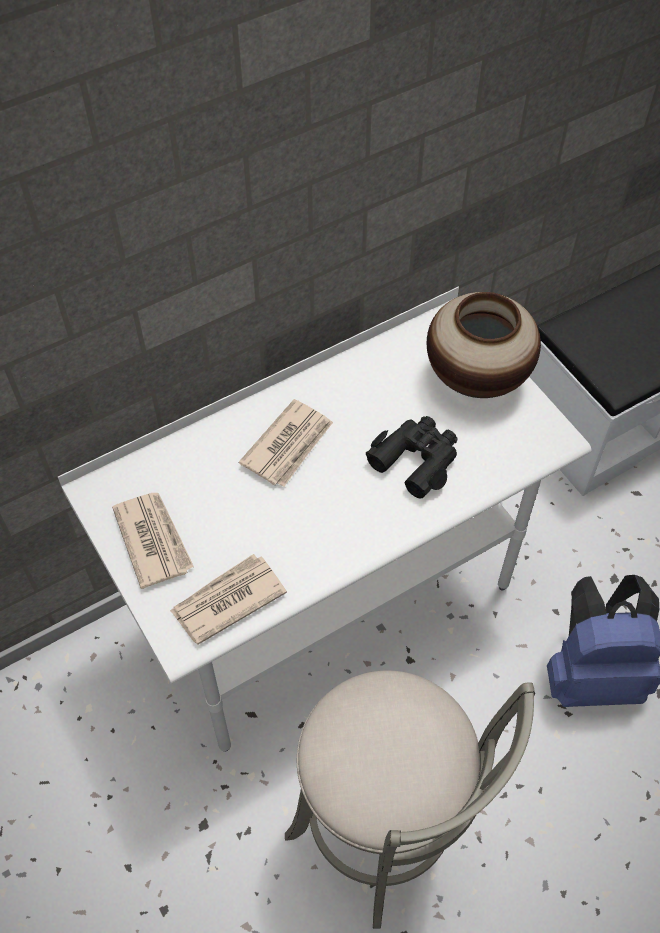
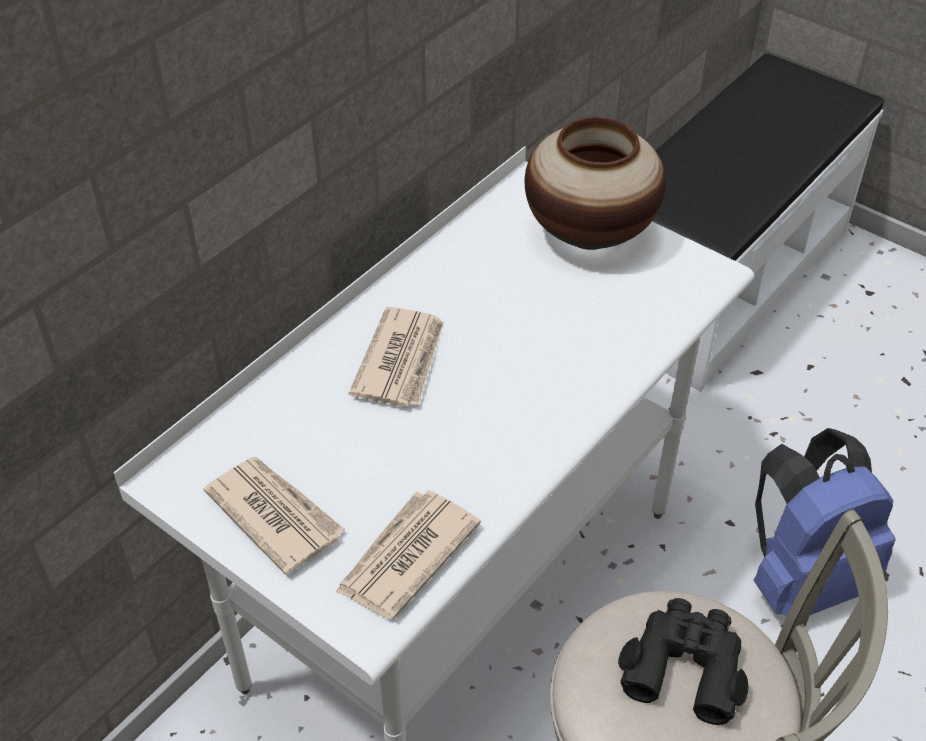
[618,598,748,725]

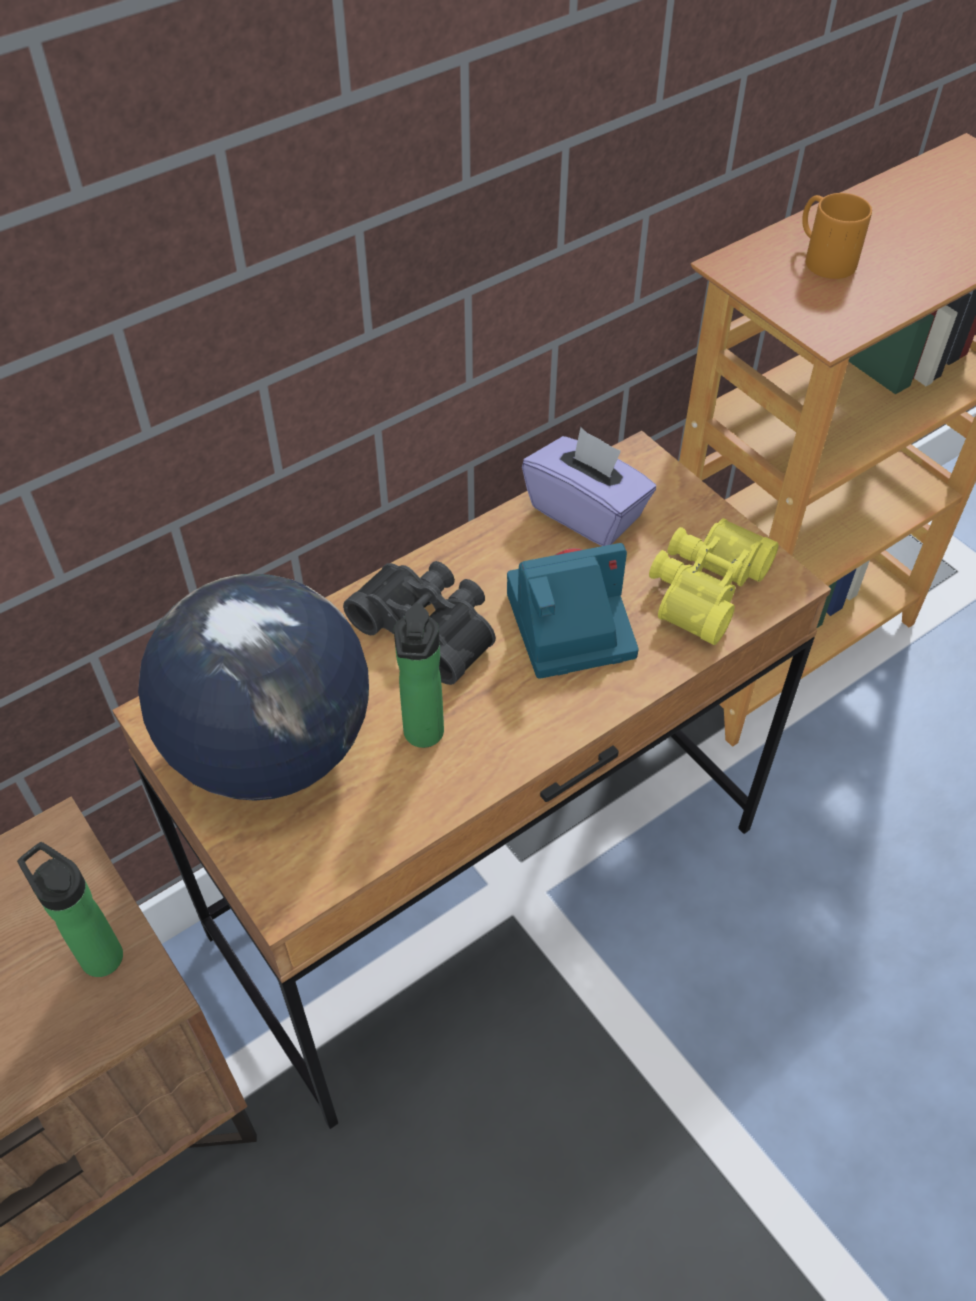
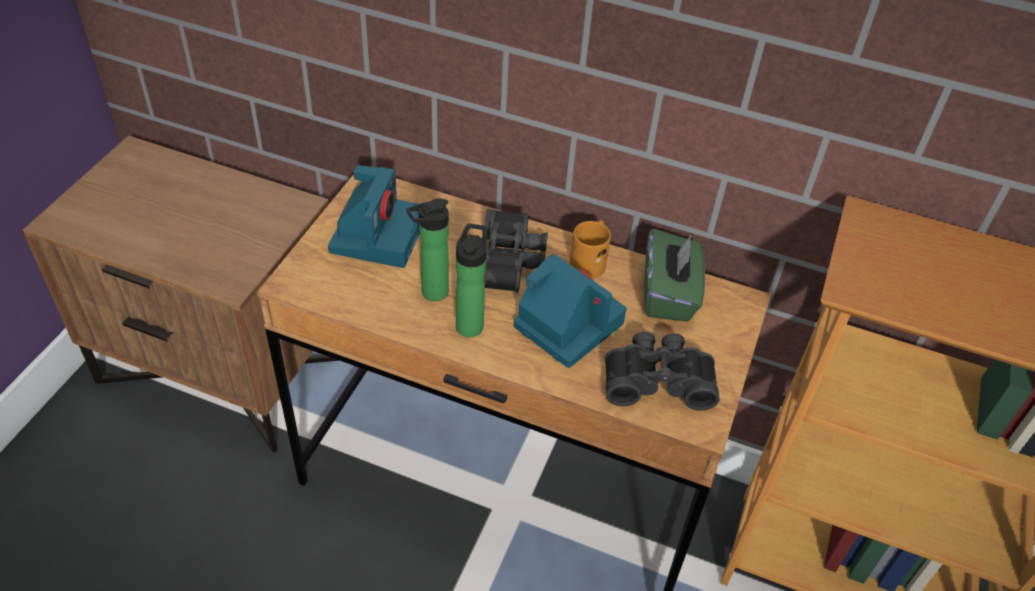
[569,220,611,279]
[644,229,705,322]
[605,332,720,411]
[328,165,420,268]
[456,224,487,337]

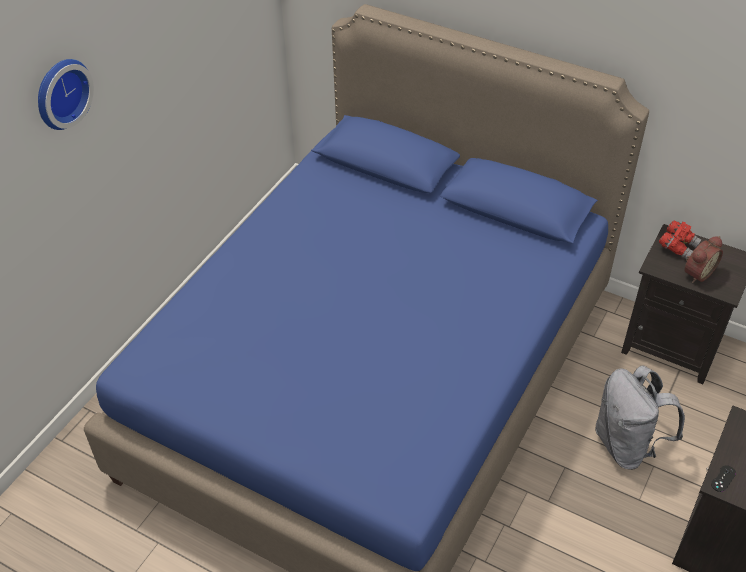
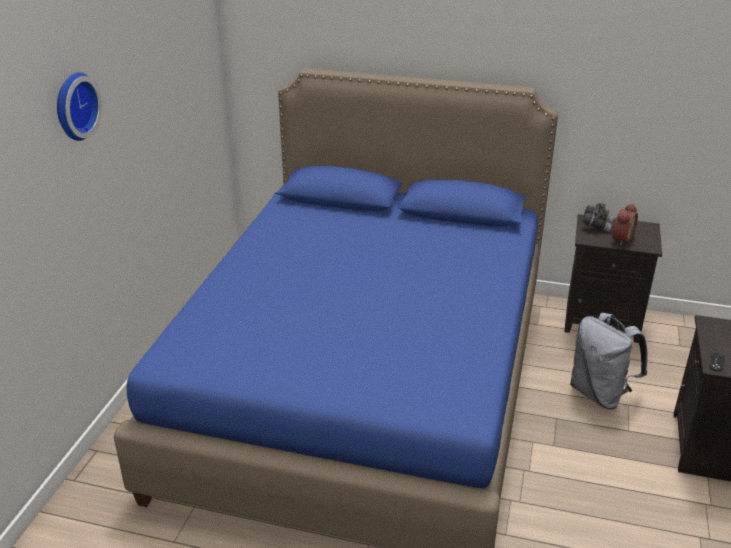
[582,203,614,232]

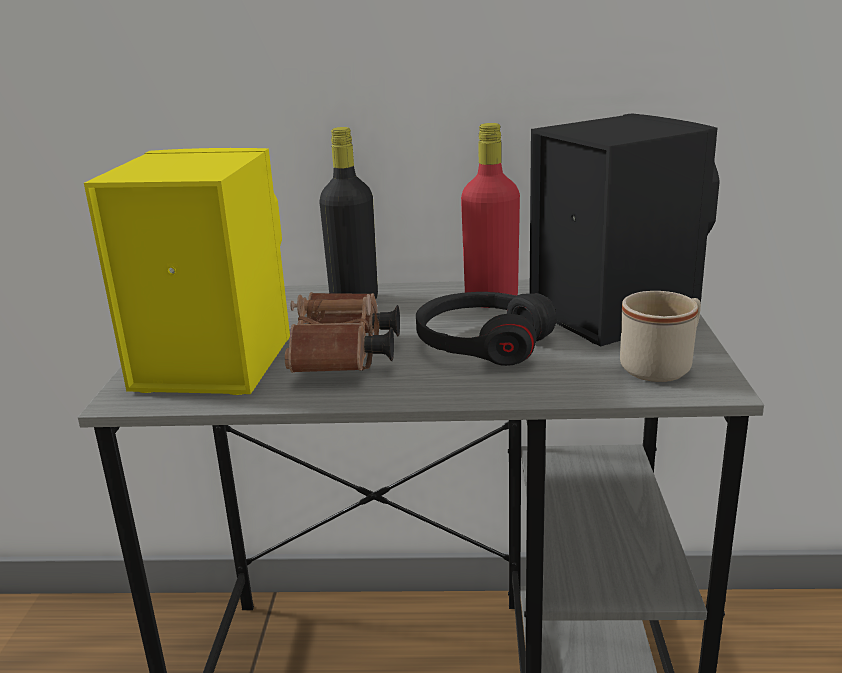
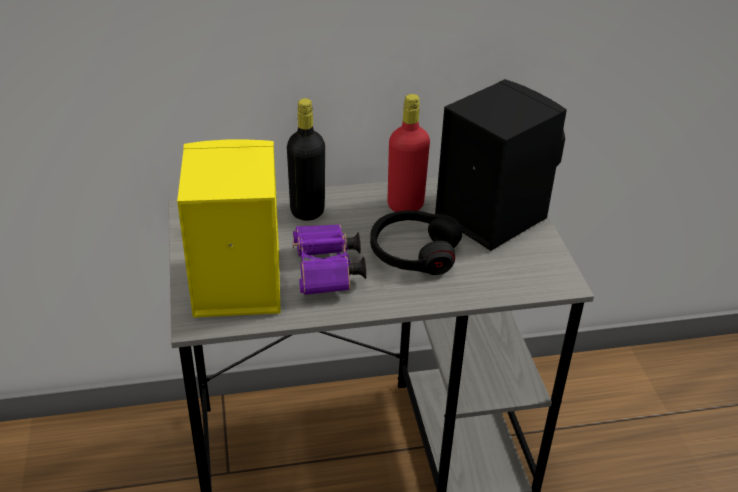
[620,291,701,382] (first image)
[293,224,366,295]

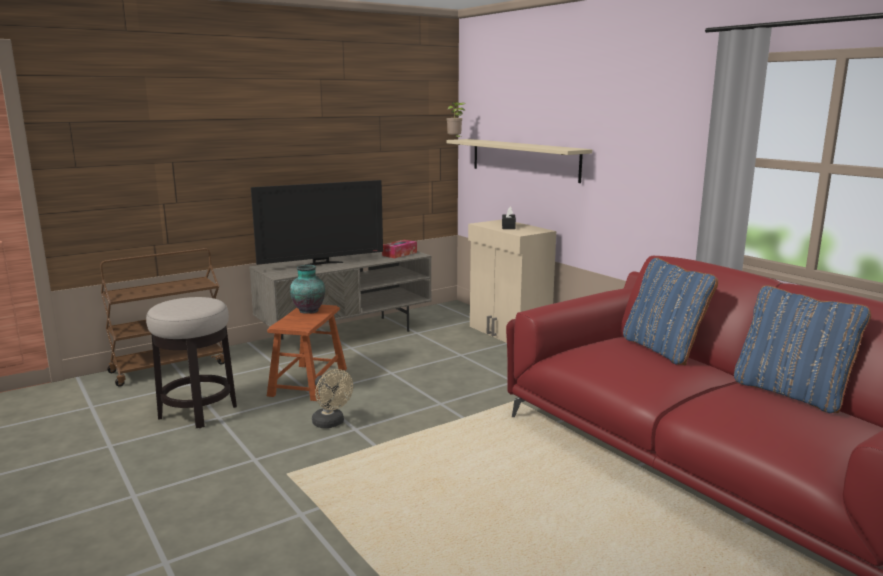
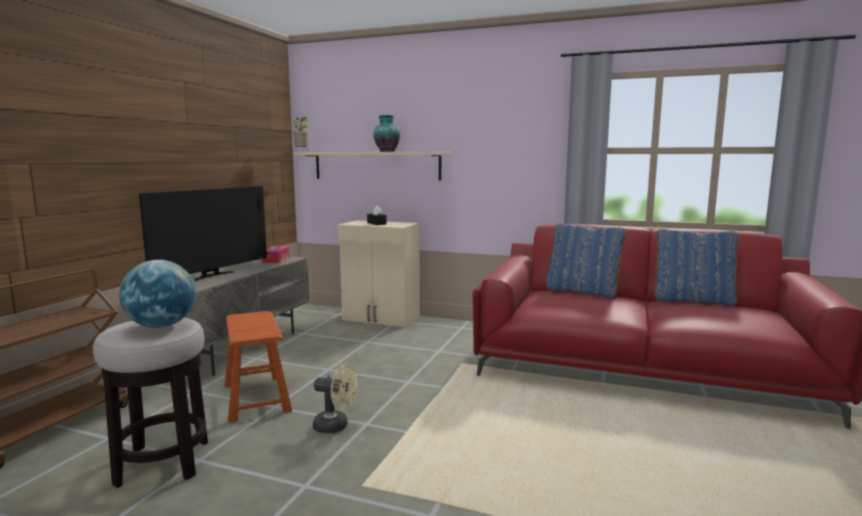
[374,115,400,152]
[119,260,196,328]

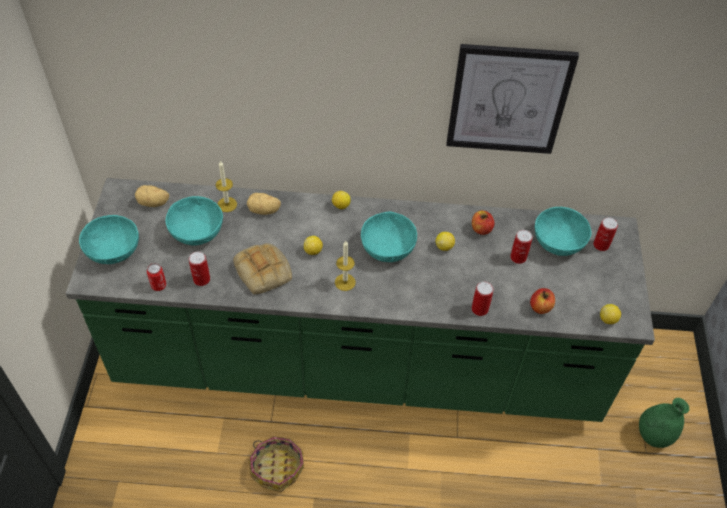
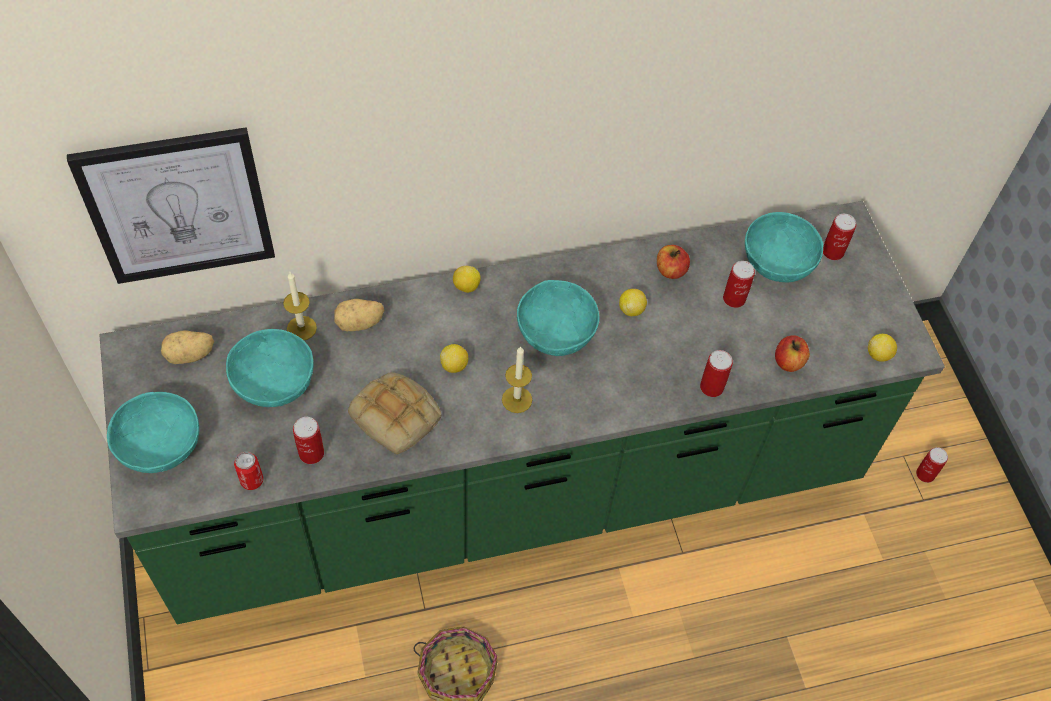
[67,127,275,284]
[916,447,948,483]

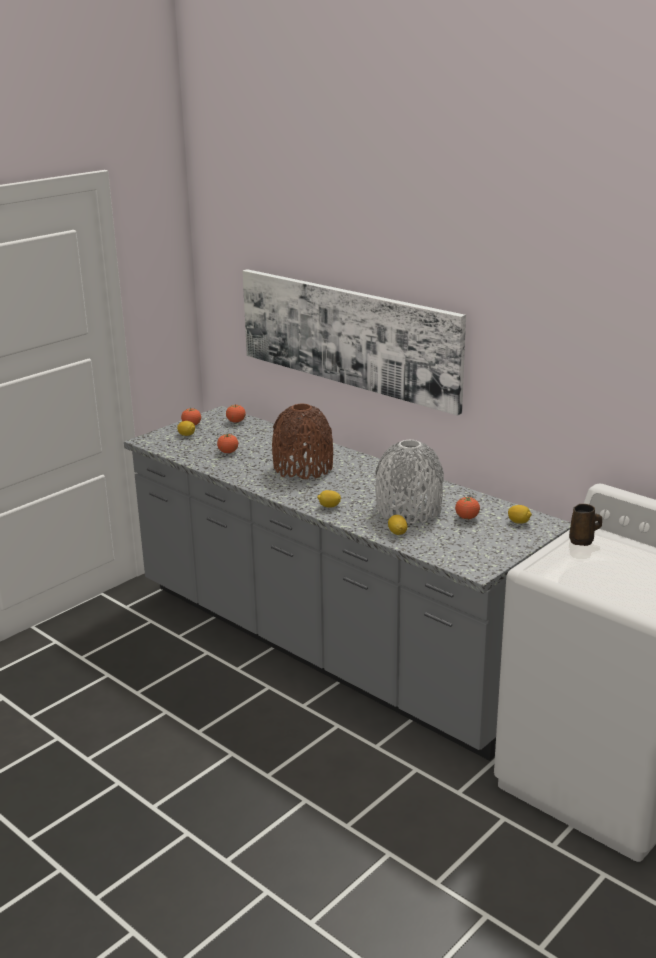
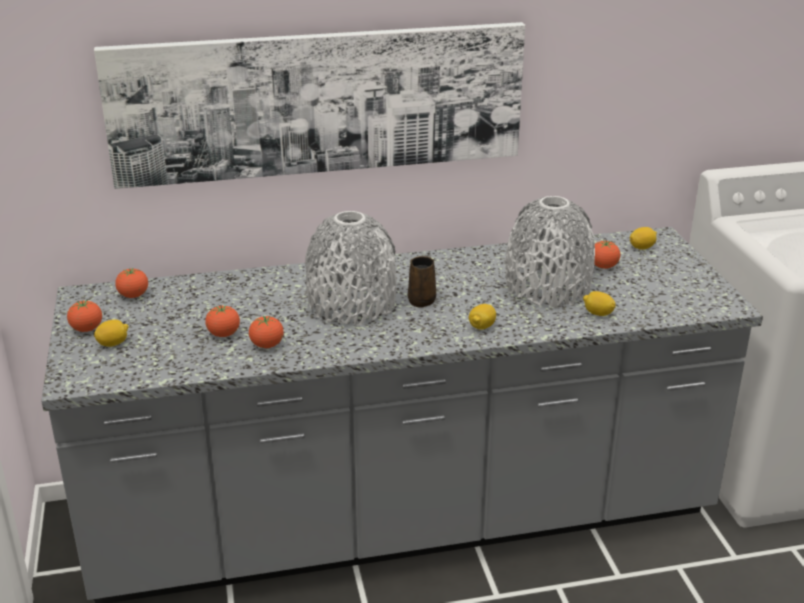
[305,211,397,326]
[408,256,436,307]
[249,316,284,348]

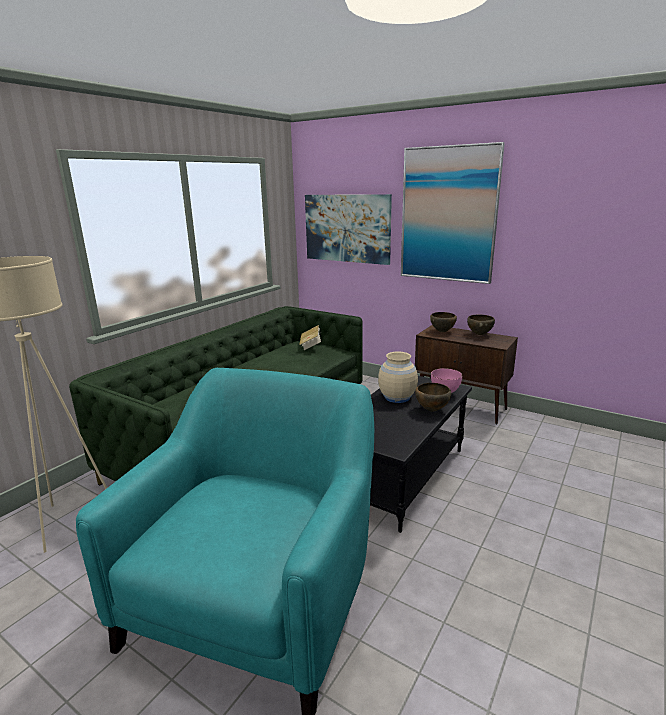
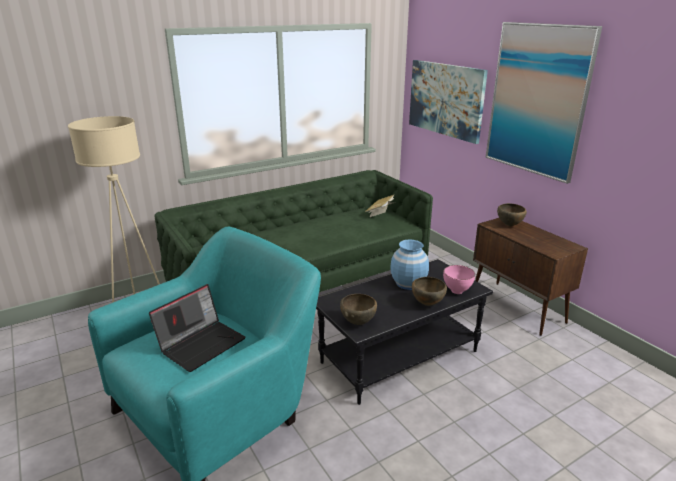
[340,294,377,325]
[390,240,429,290]
[149,284,246,372]

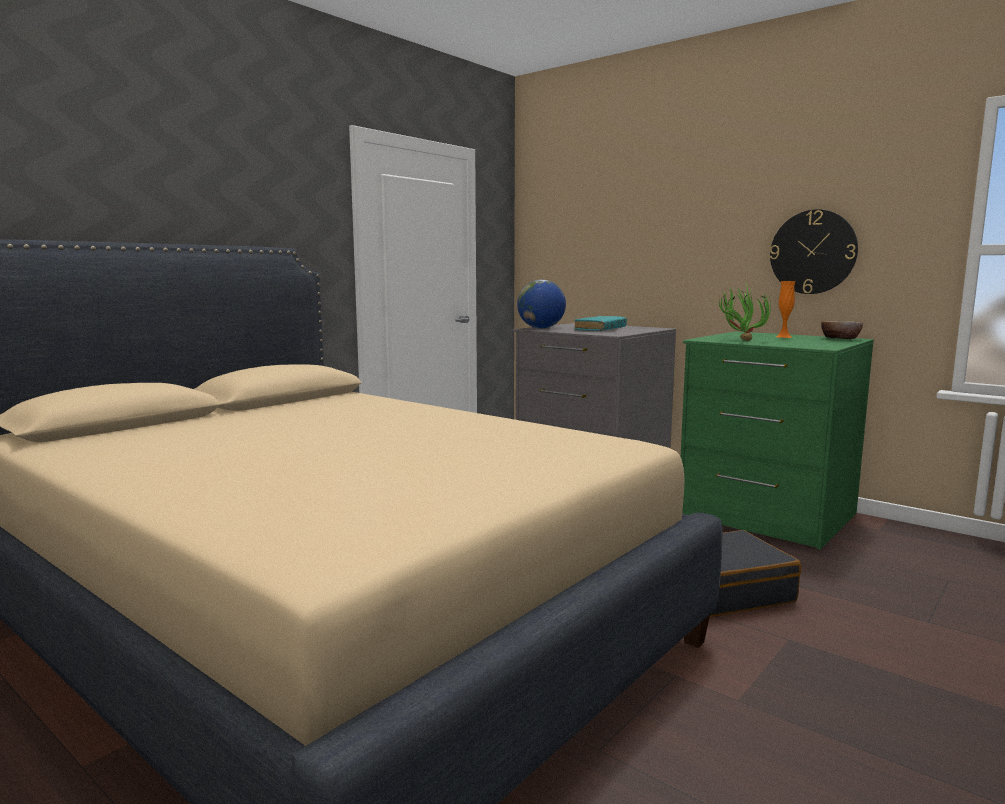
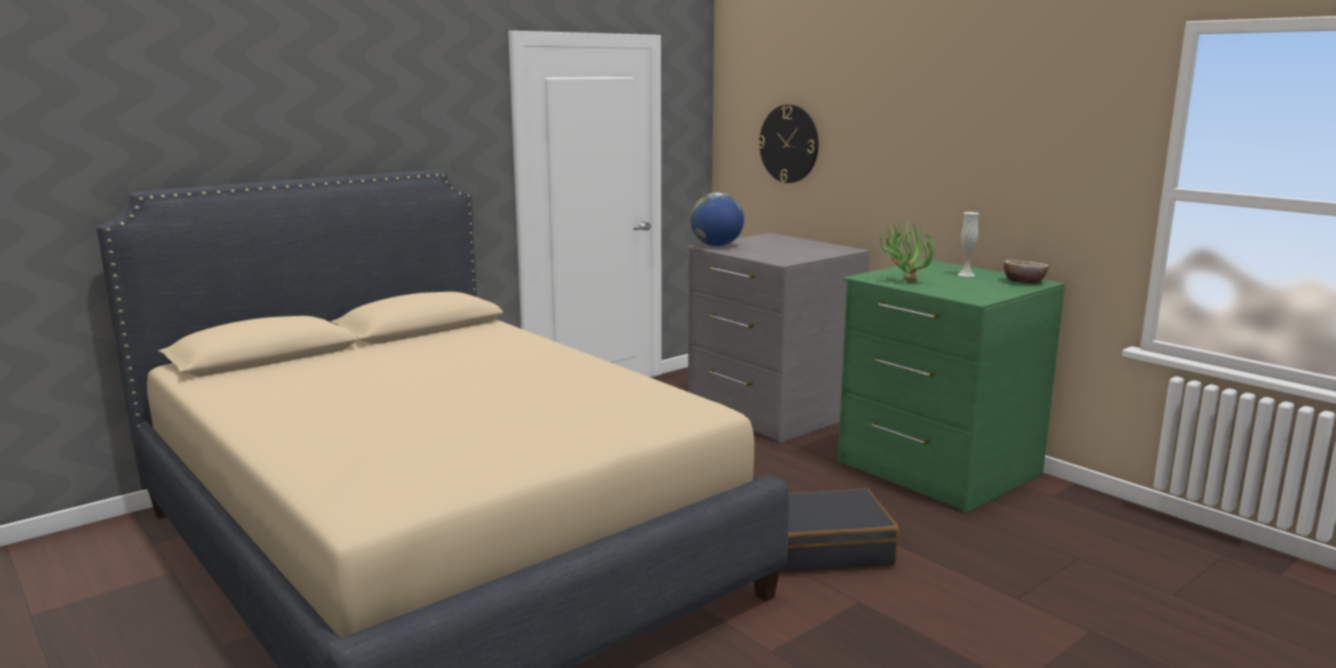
[758,105,819,183]
[957,212,980,277]
[574,316,627,331] (first image)

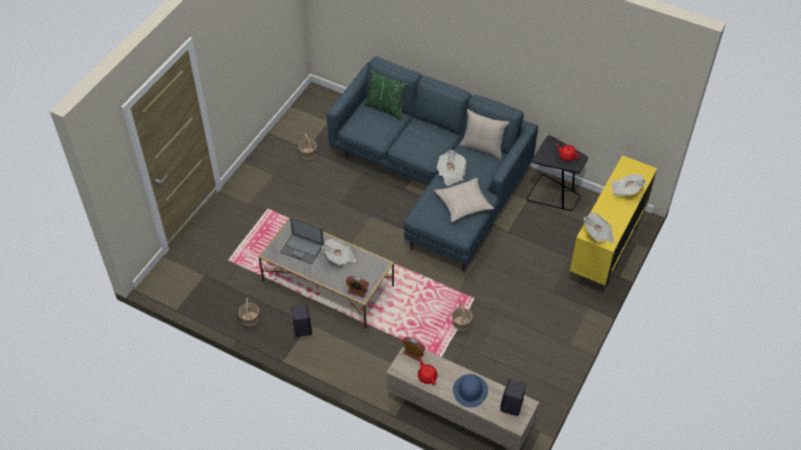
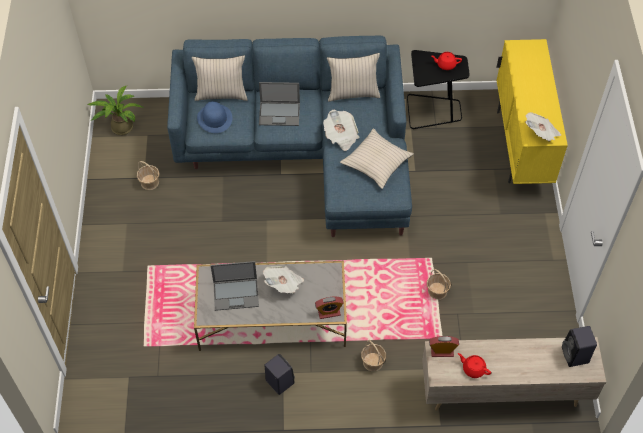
[192,55,248,101]
[611,174,646,196] (first image)
[361,340,386,371]
[197,101,232,133]
[259,82,300,126]
[88,86,144,135]

